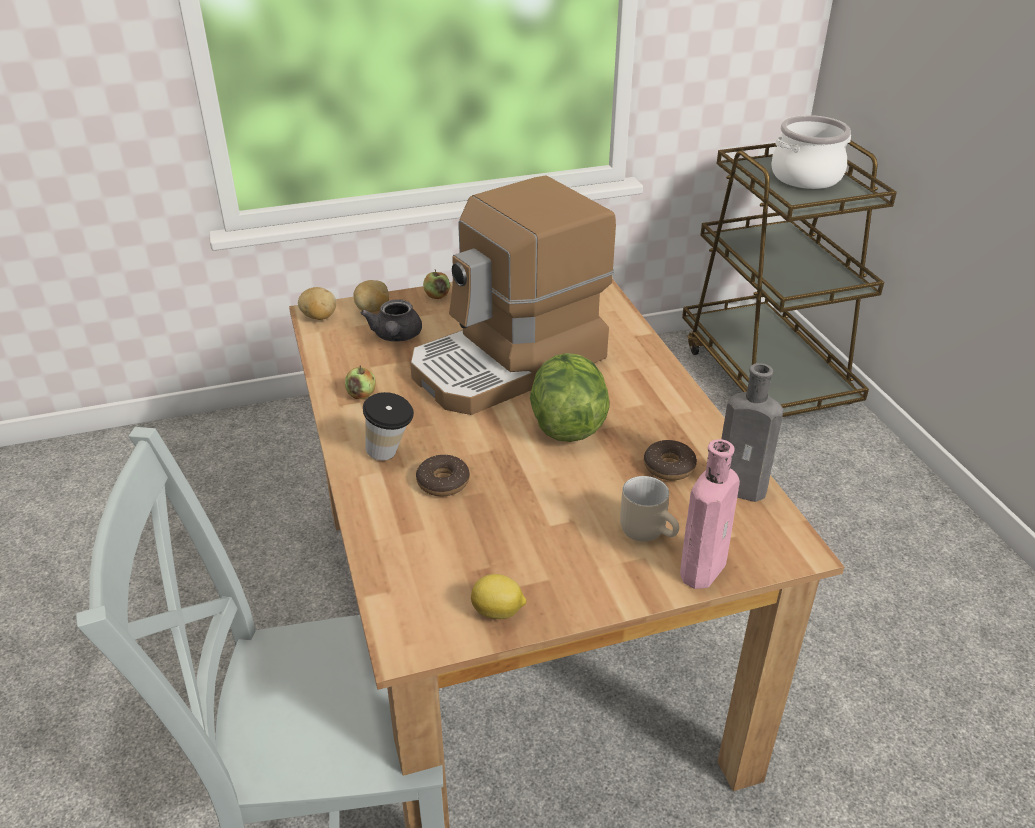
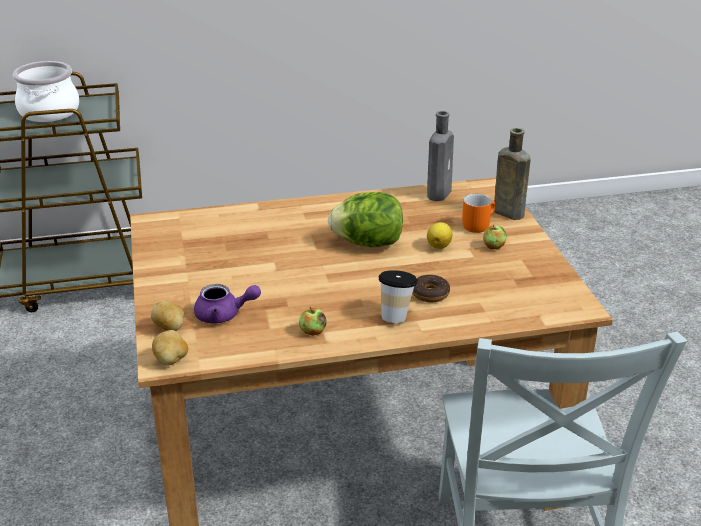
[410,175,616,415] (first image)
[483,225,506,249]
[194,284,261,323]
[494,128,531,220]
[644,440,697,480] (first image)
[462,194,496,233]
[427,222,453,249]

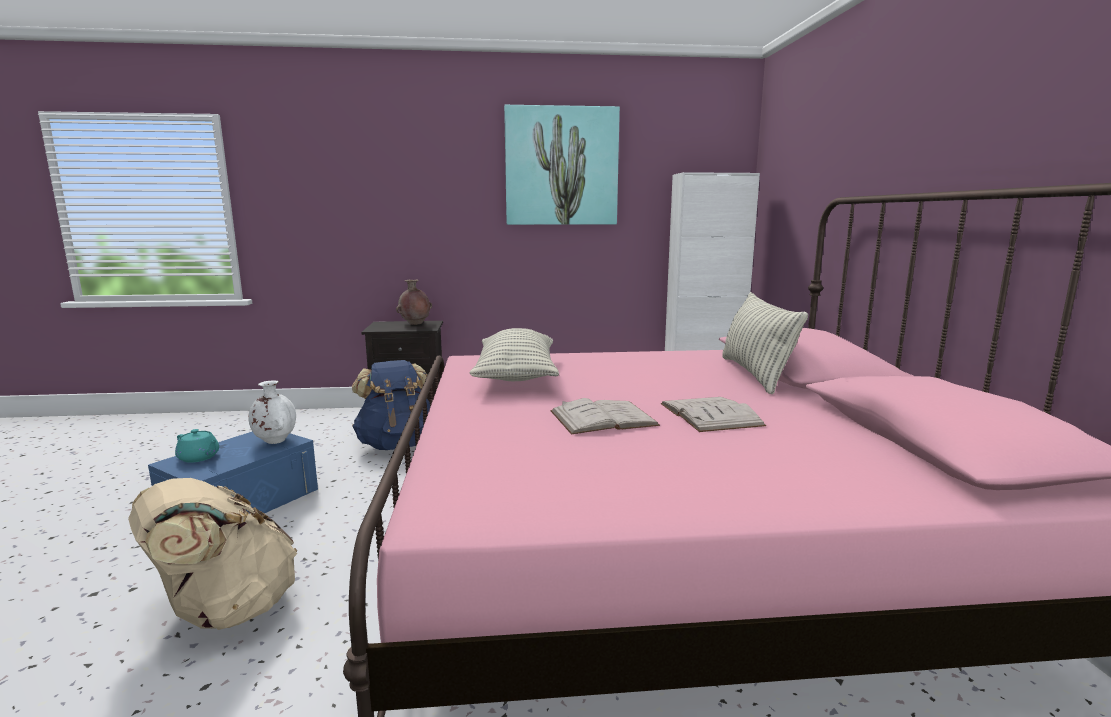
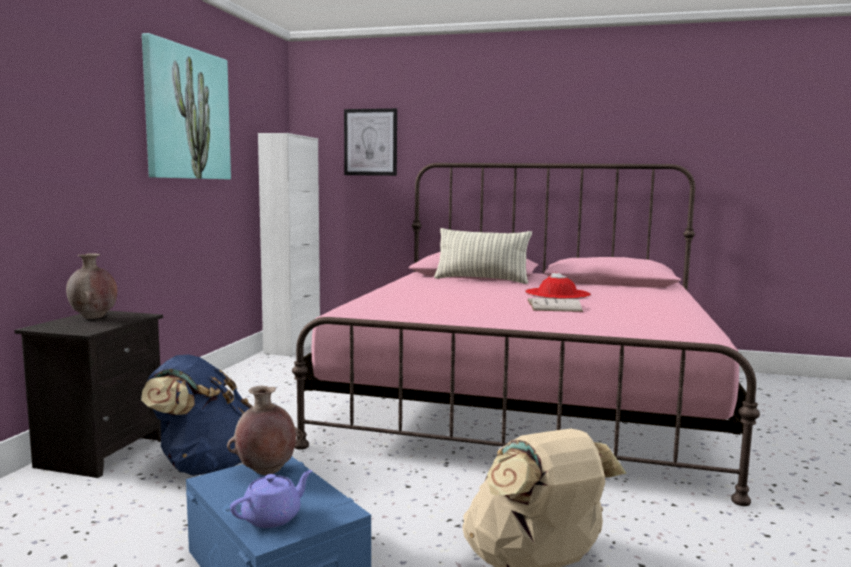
[470,328,559,381] (first image)
[227,386,303,475]
[525,273,591,299]
[230,470,313,528]
[344,108,397,176]

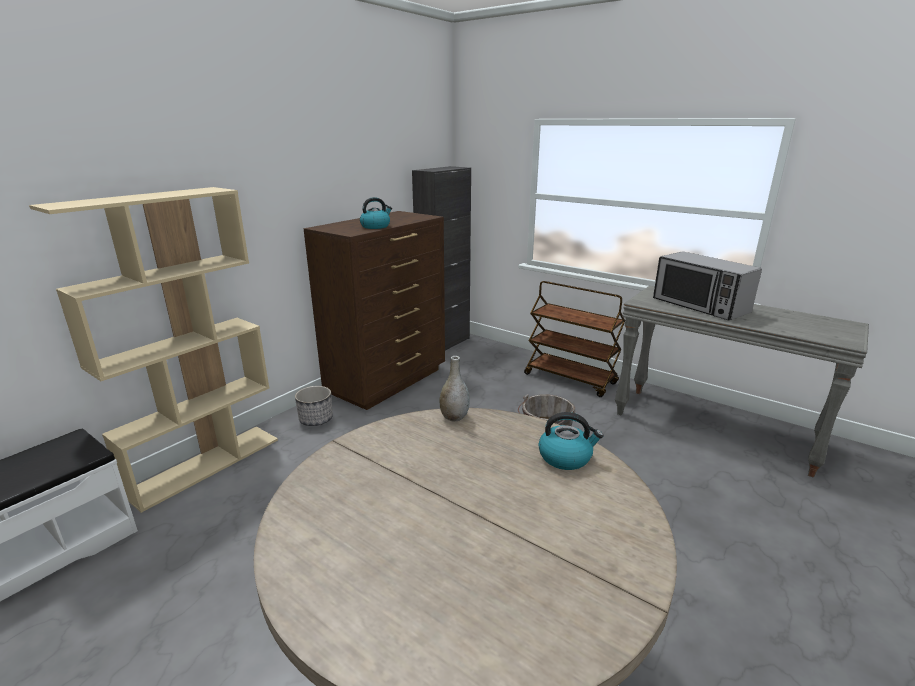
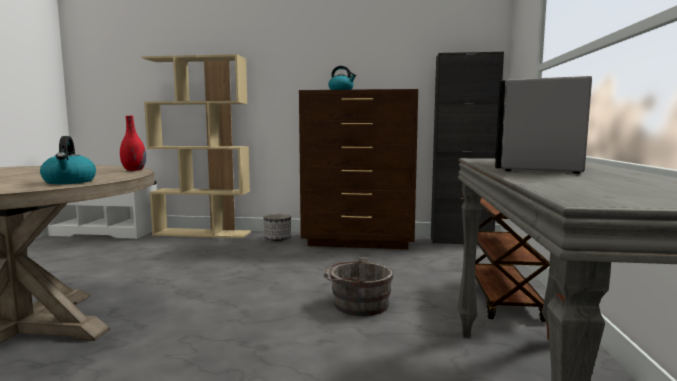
[120,116,146,171]

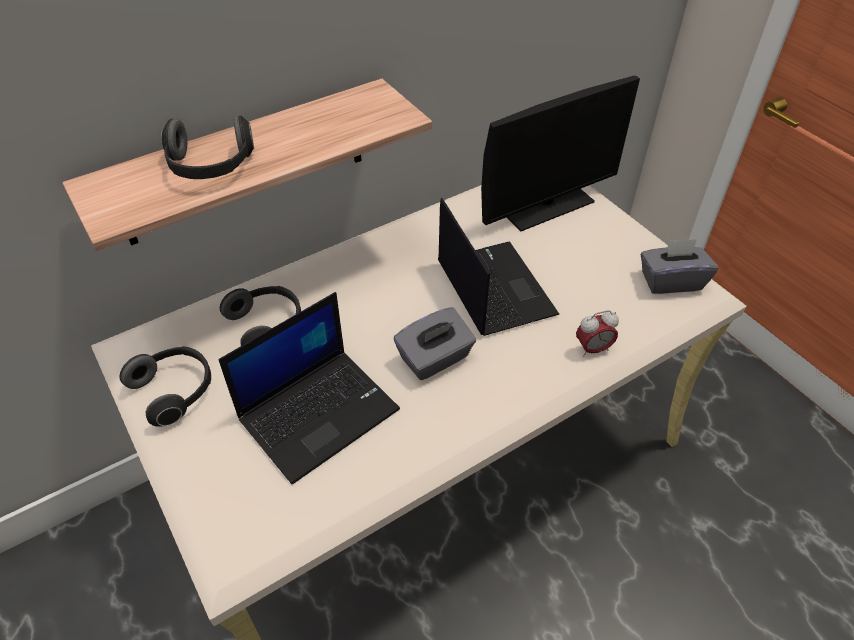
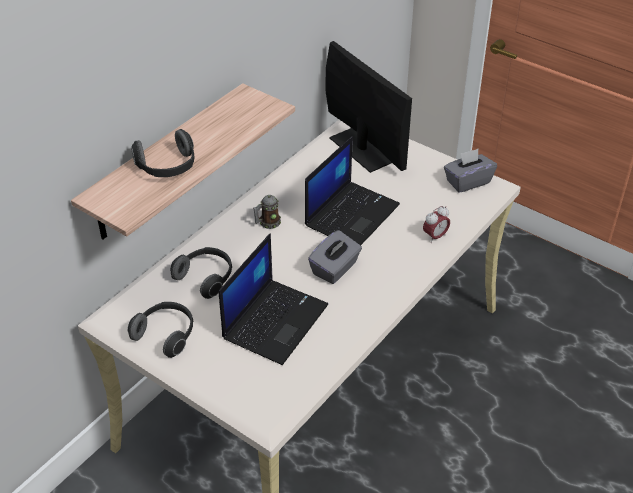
[326,41,412,173]
[305,136,400,245]
[253,195,281,229]

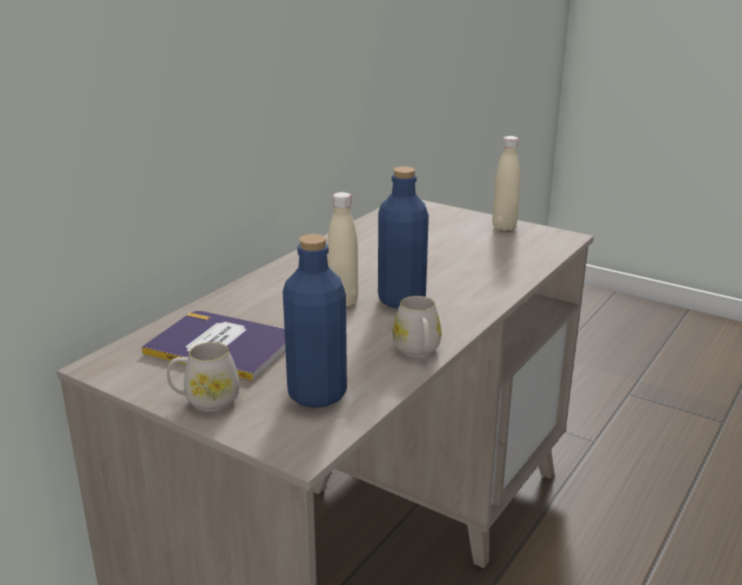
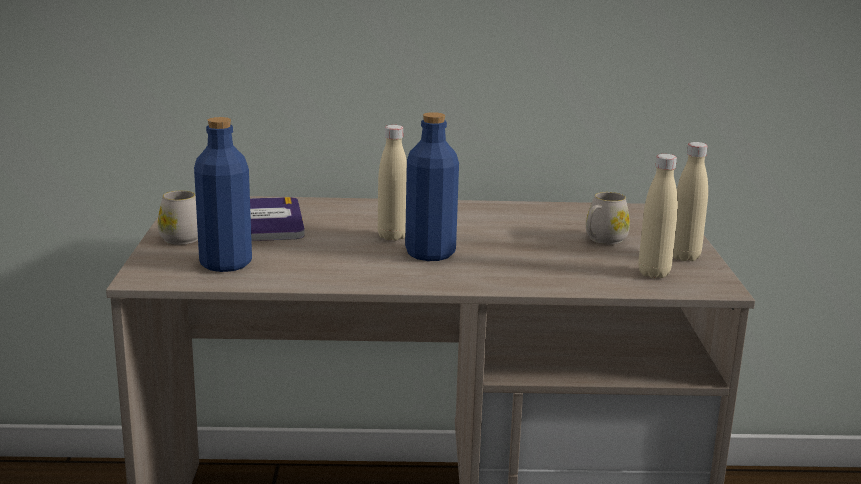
[586,192,630,244]
[638,154,678,278]

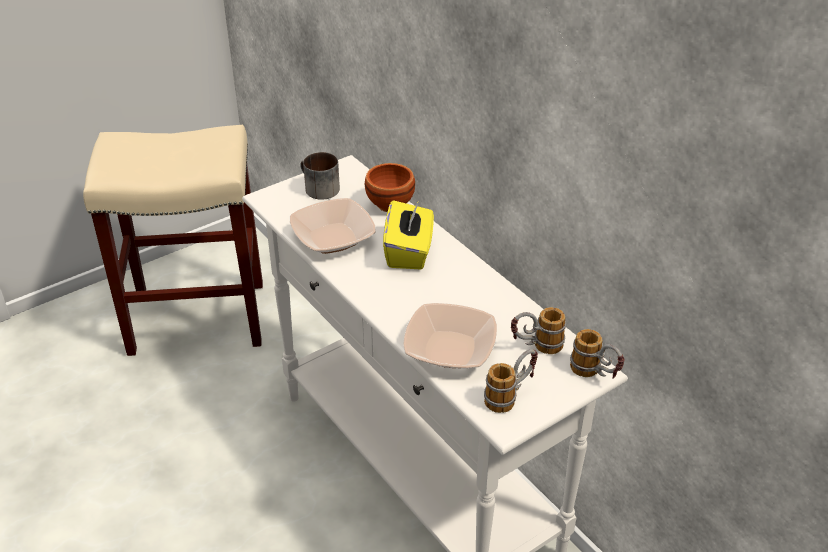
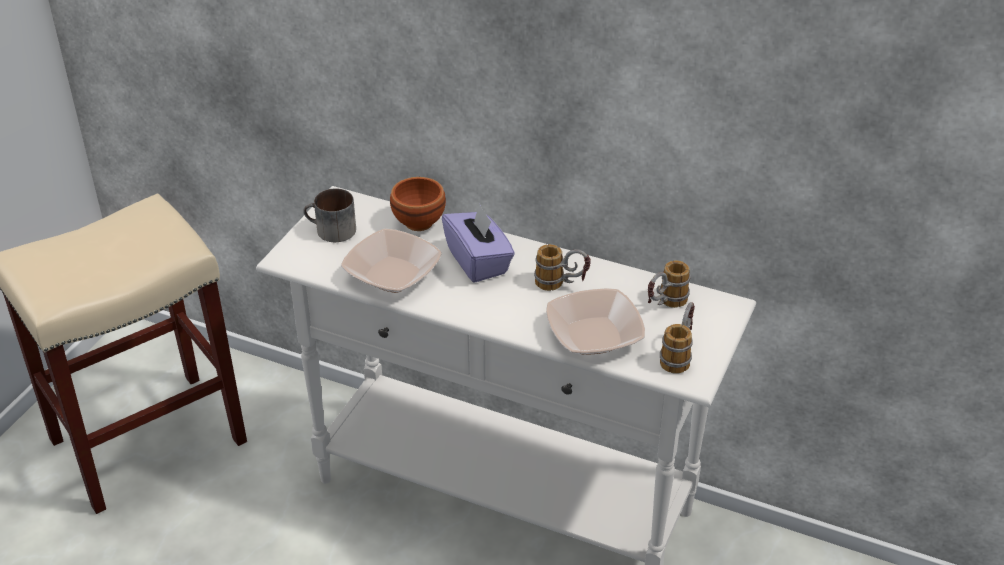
[442,204,515,283]
[534,244,591,291]

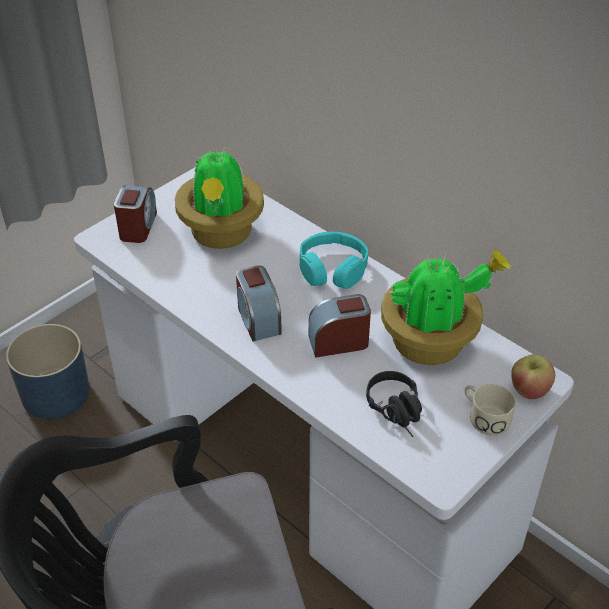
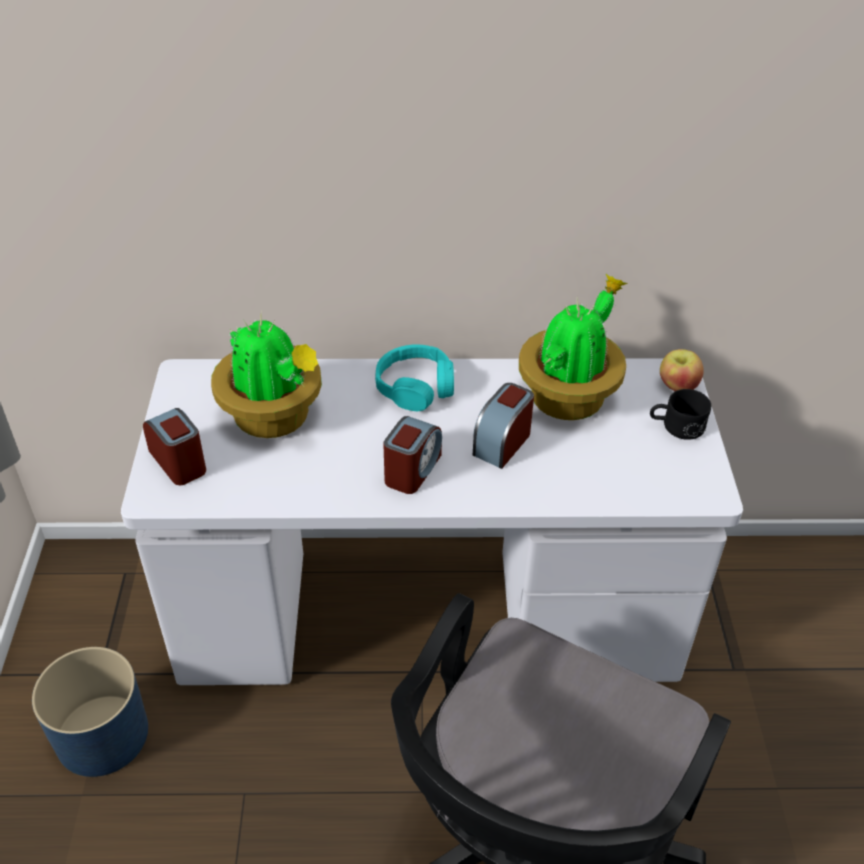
[383,416,442,494]
[366,371,422,437] (first image)
[650,389,711,440]

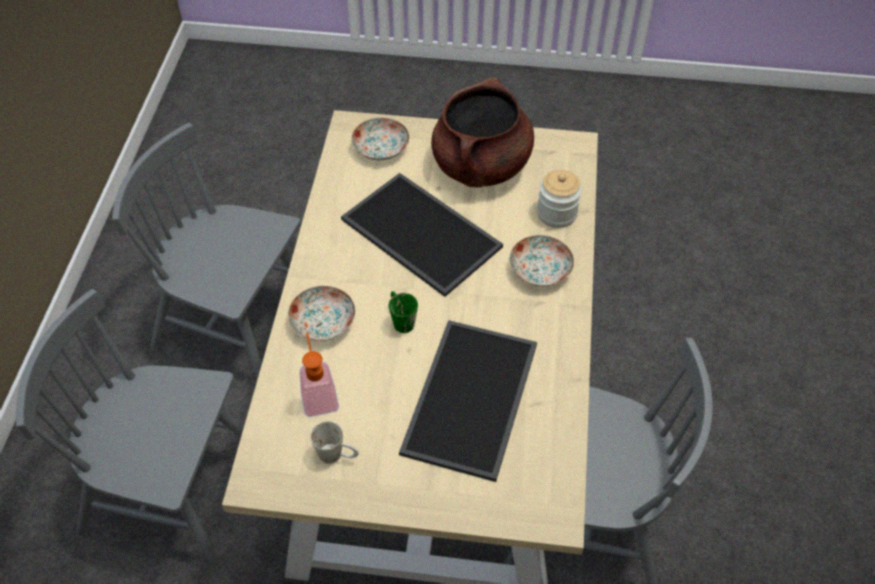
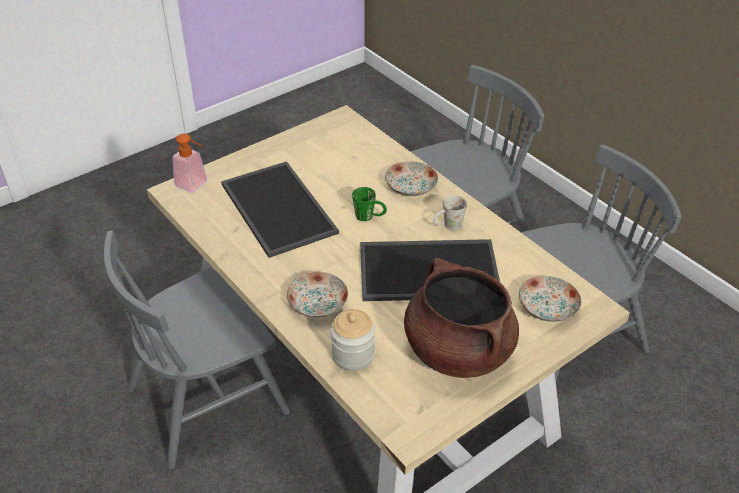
[172,134,207,193]
[433,195,467,230]

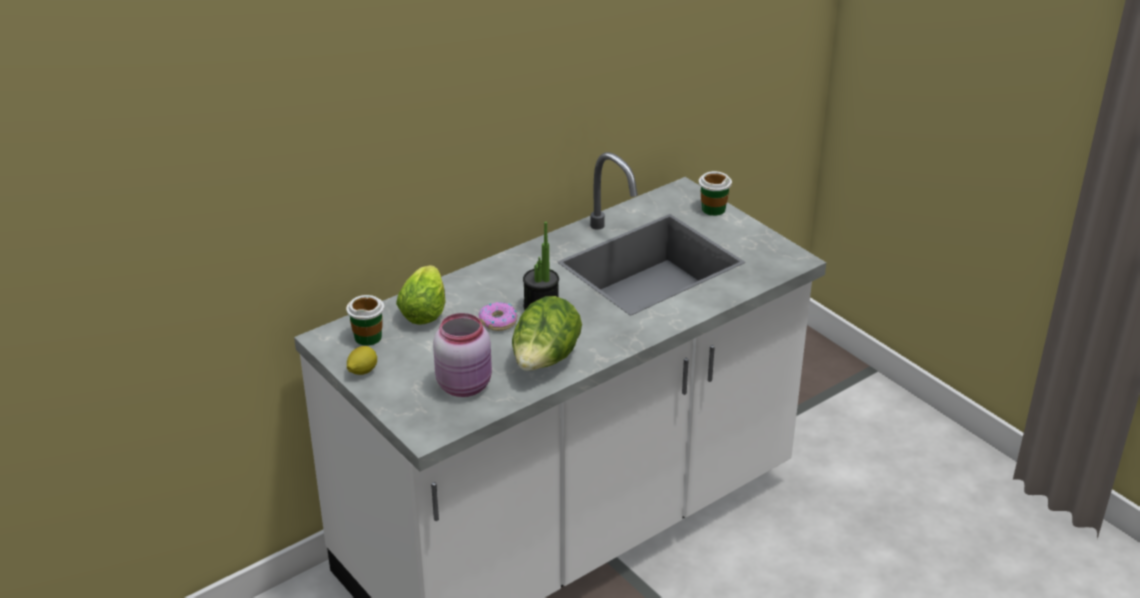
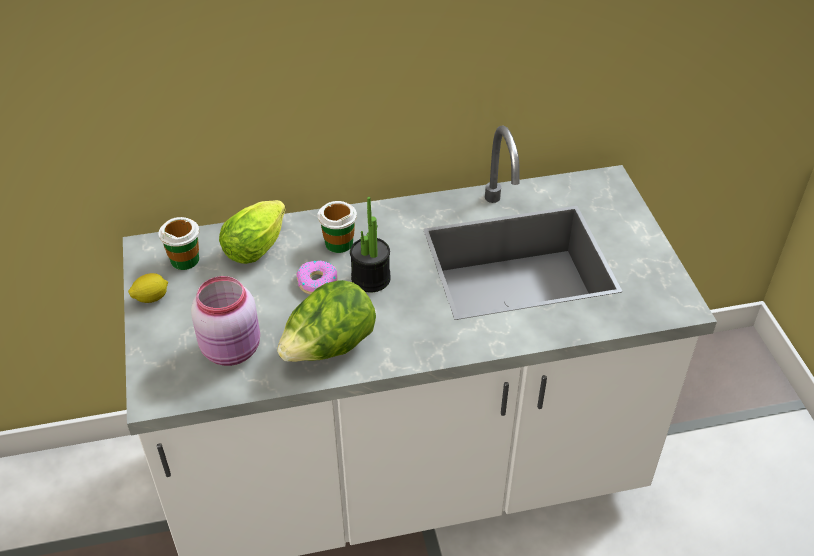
[318,201,357,253]

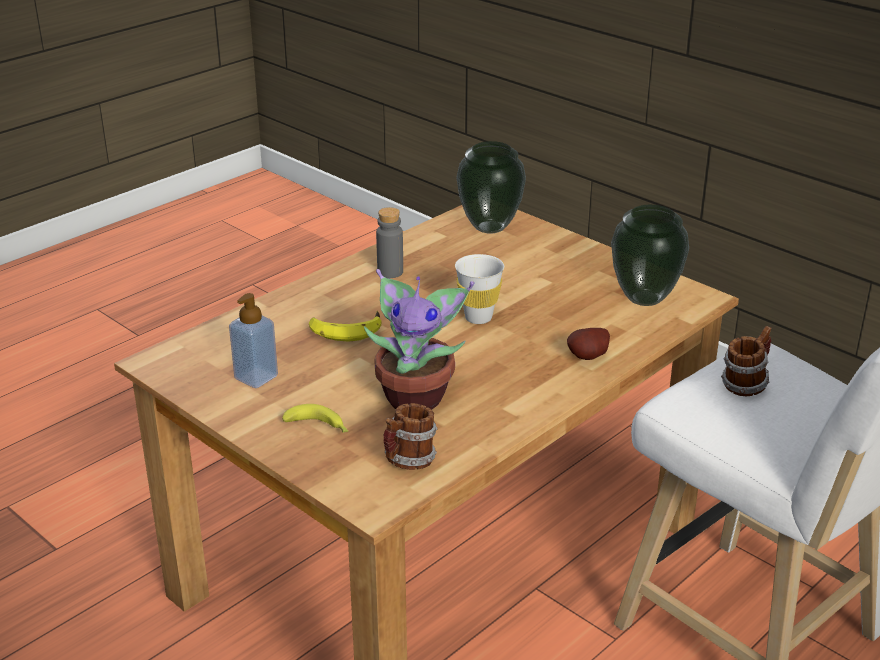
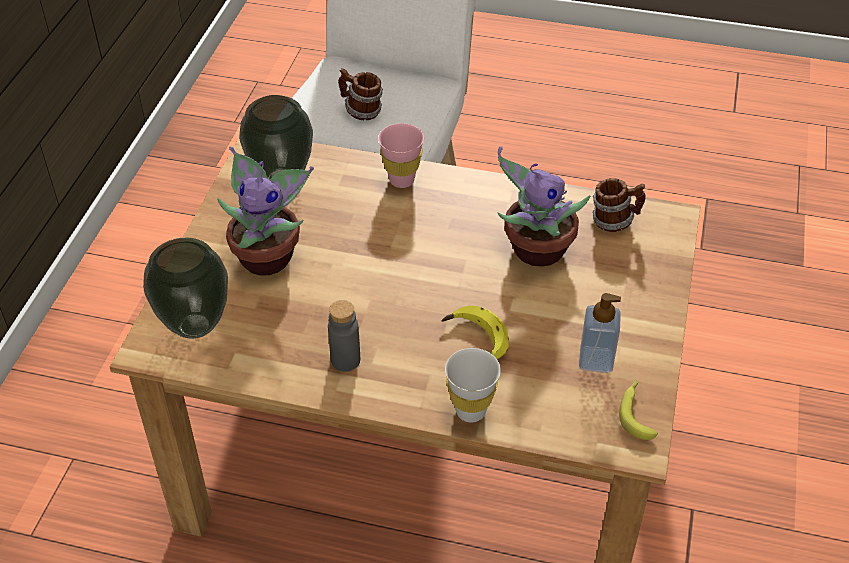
[445,348,501,423]
[378,123,424,188]
[619,379,658,440]
[217,146,314,276]

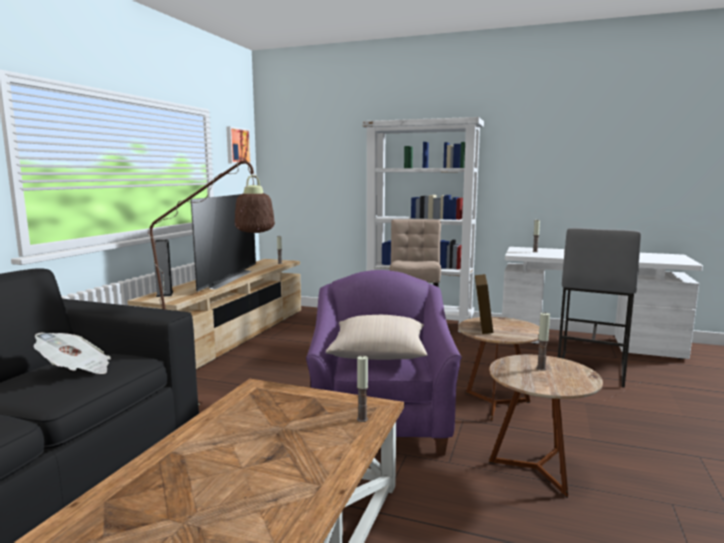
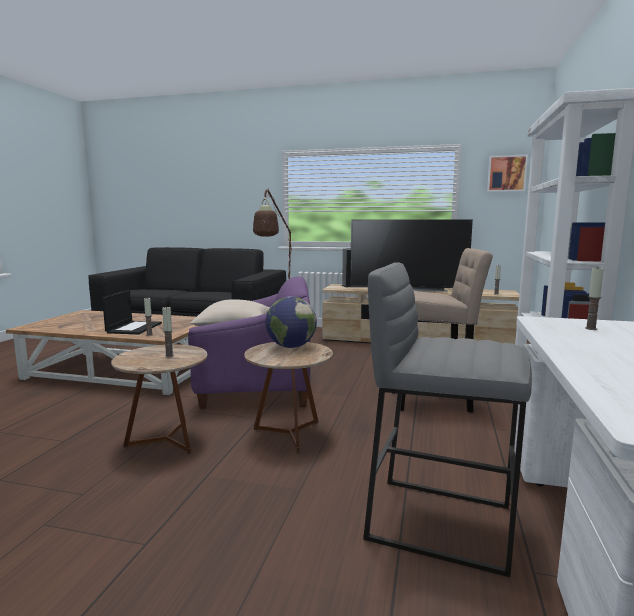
[266,296,317,348]
[34,333,111,374] (first image)
[102,290,162,334]

